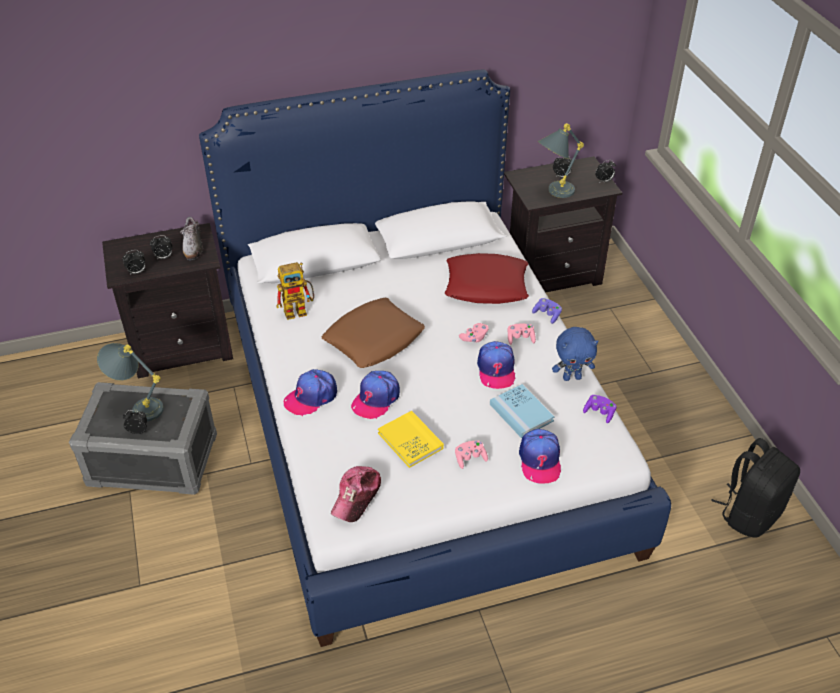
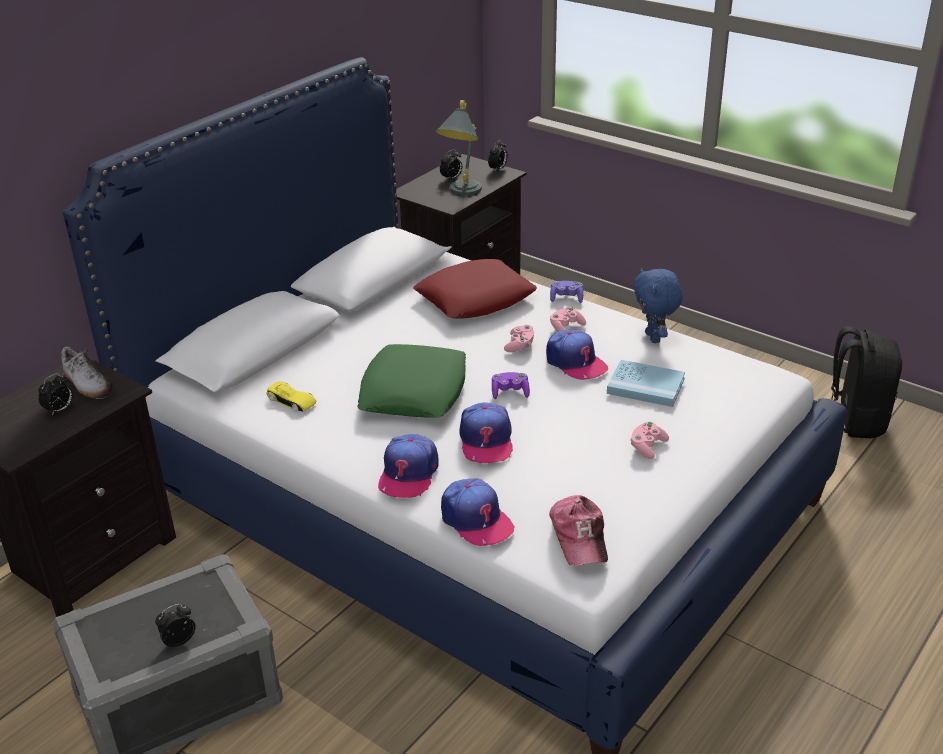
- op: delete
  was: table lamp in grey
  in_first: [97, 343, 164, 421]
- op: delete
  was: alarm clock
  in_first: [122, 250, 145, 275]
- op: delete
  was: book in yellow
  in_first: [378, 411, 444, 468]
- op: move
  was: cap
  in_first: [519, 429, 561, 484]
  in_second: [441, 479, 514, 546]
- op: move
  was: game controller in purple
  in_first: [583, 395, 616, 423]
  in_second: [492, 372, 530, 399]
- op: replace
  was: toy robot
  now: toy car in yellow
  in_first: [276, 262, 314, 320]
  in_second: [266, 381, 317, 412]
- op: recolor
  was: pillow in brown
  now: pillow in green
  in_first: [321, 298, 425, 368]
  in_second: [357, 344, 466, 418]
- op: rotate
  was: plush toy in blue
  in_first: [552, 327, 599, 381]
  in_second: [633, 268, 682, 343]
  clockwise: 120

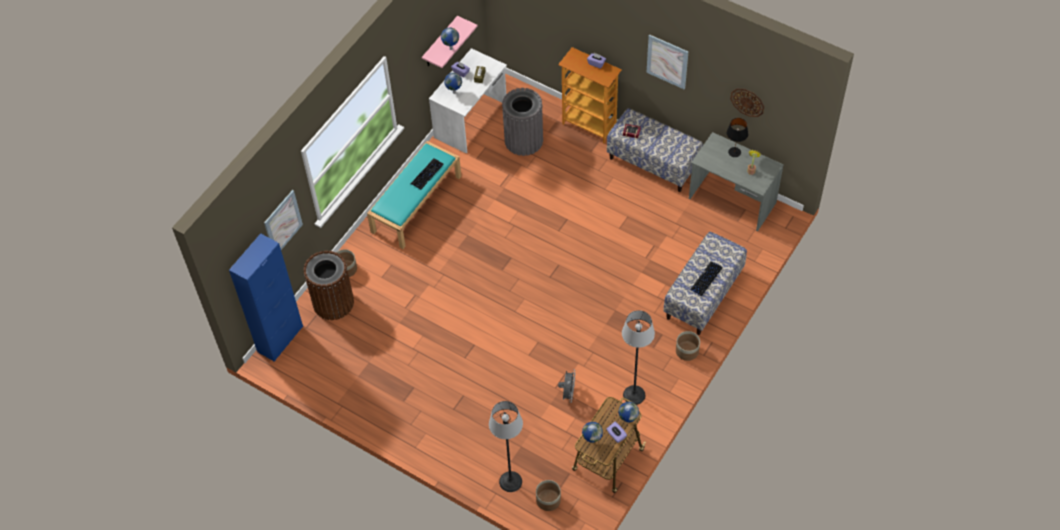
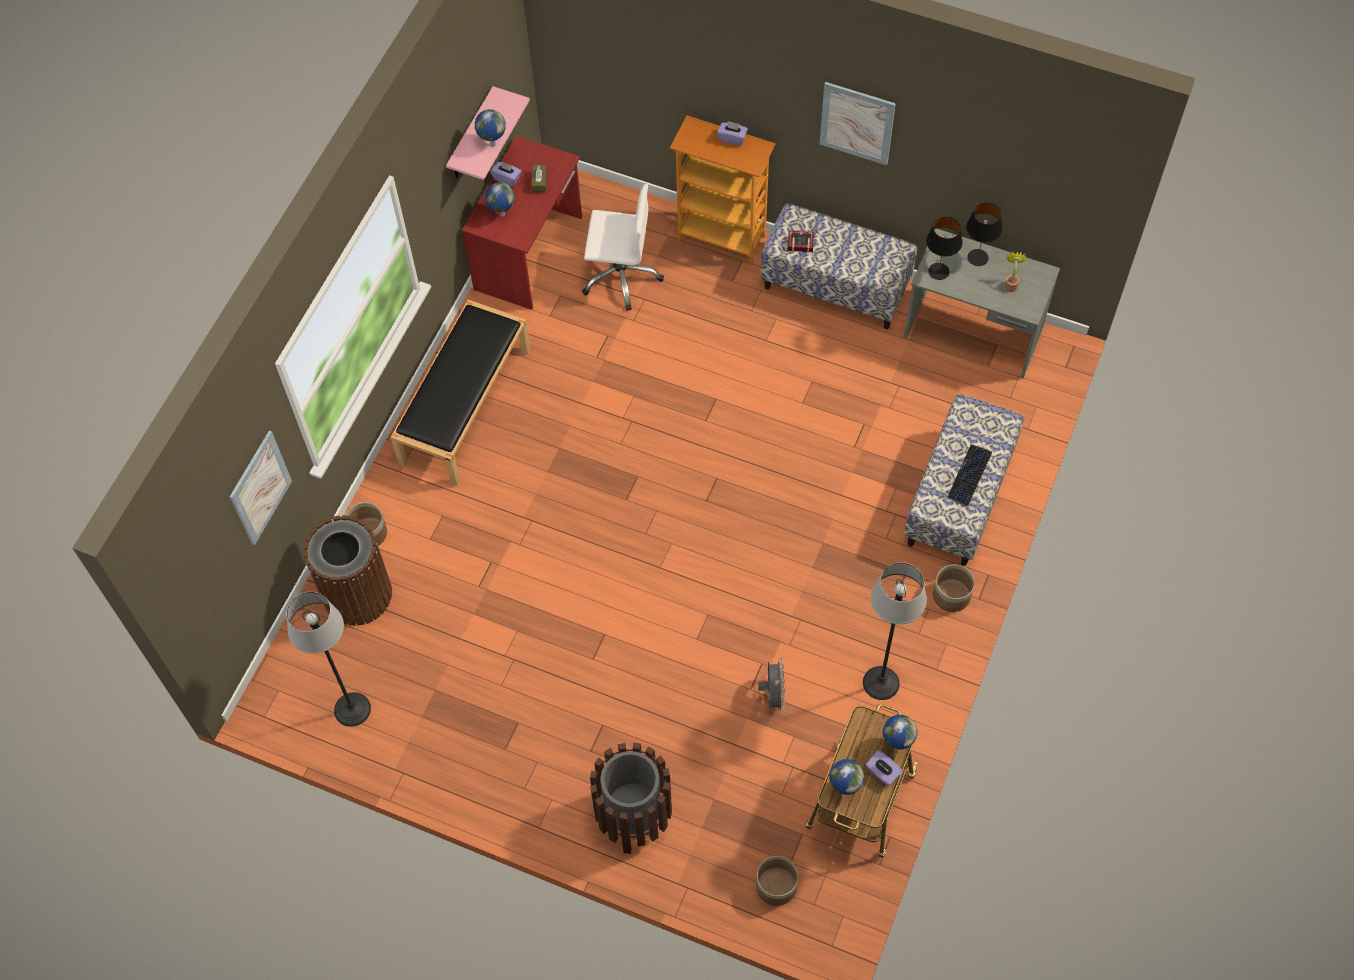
- op: delete
  was: cabinet in blue
  in_first: [229, 233, 303, 362]
- op: delete
  was: keyboard
  in_first: [410, 158, 444, 190]
- op: delete
  was: wall clock
  in_first: [730, 89, 764, 117]
- op: insert
  now: trash can in brown
  in_second: [590, 742, 672, 854]
- op: insert
  now: table lamp in black
  in_second: [926, 216, 963, 280]
- op: move
  was: floor lamp
  in_first: [489, 401, 523, 492]
  in_second: [286, 592, 371, 727]
- op: replace
  was: trash can in grey
  now: office chair in white
  in_first: [502, 88, 543, 156]
  in_second: [582, 184, 664, 311]
- op: recolor
  was: bench in turquoise
  now: bench in black
  in_first: [367, 141, 461, 249]
  in_second: [390, 300, 531, 486]
- op: recolor
  was: desk in white
  now: desk in red
  in_first: [429, 48, 507, 154]
  in_second: [462, 136, 582, 310]

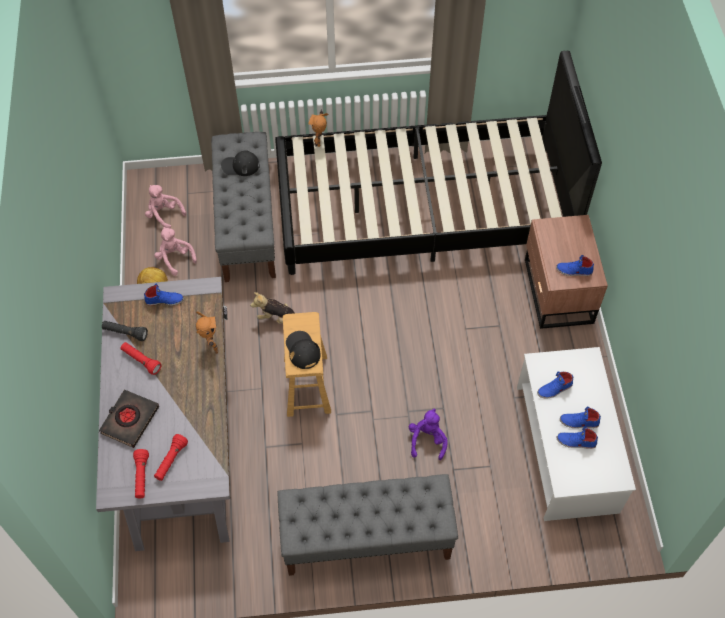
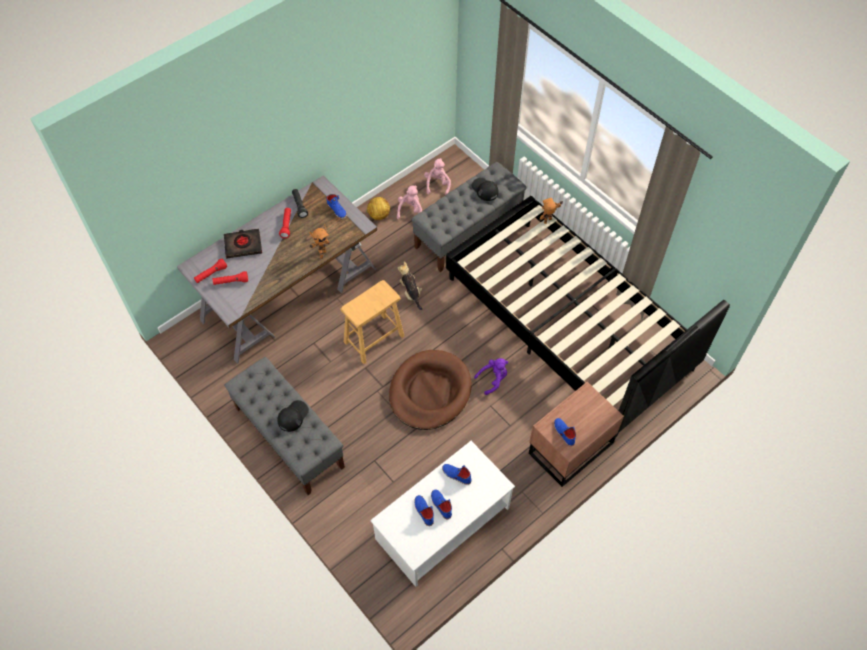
- op: insert
  now: dog bed in brown
  in_second: [389, 350, 471, 430]
- op: move
  was: cap in black
  in_first: [286, 331, 321, 369]
  in_second: [277, 400, 309, 432]
- op: move
  was: plush toy in purple
  in_first: [409, 408, 448, 460]
  in_second: [474, 358, 508, 395]

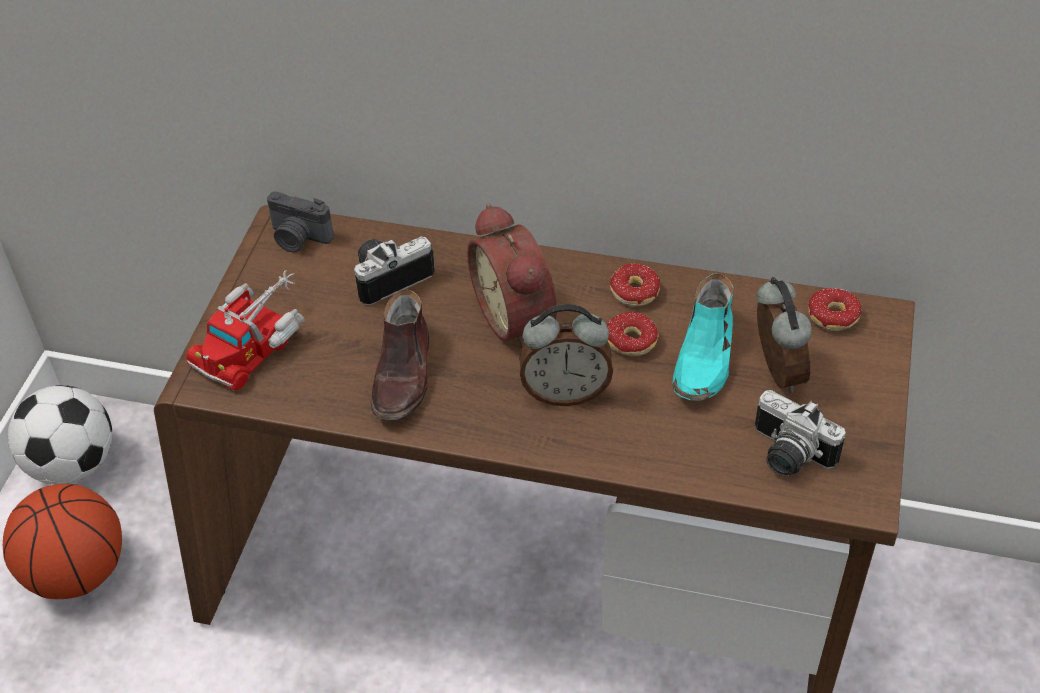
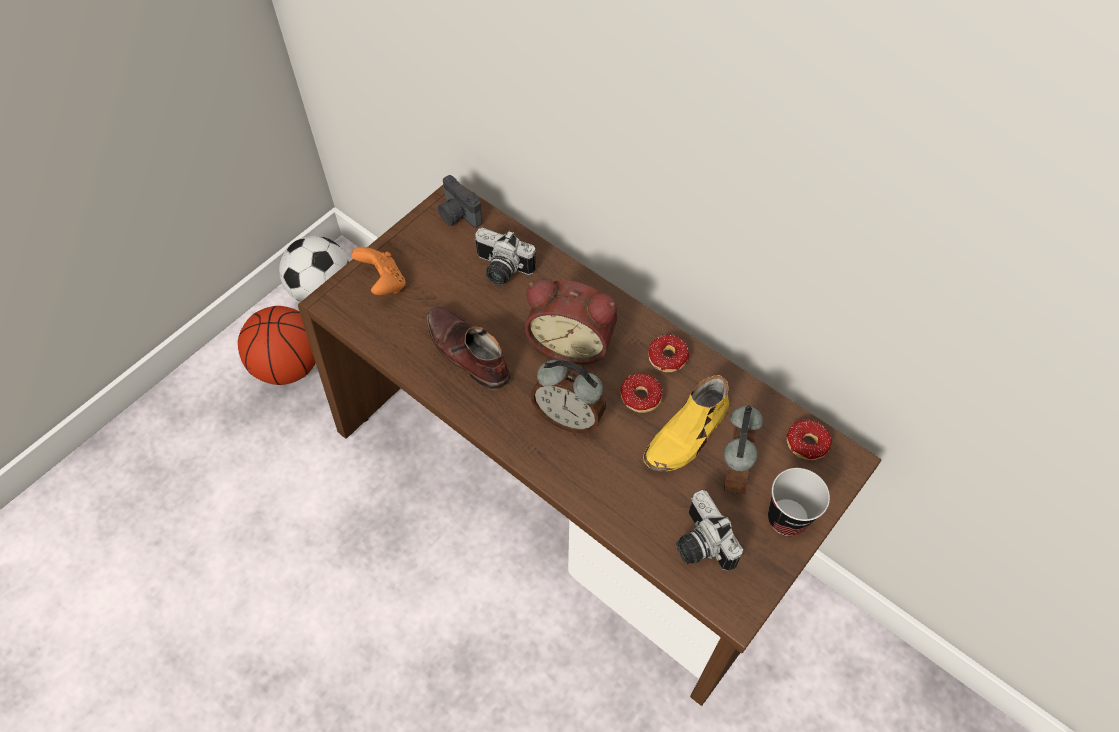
- op: insert
  now: cup
  in_second: [768, 468, 830, 536]
- op: replace
  was: toy truck
  now: game controller in orange
  in_first: [186, 270, 305, 390]
  in_second: [351, 247, 406, 295]
- op: recolor
  was: shoe in turquoise
  now: shoe in yellow
  in_first: [673, 273, 734, 401]
  in_second: [643, 375, 729, 472]
- op: rotate
  was: photo camera
  in_first: [354, 237, 435, 305]
  in_second: [475, 228, 536, 286]
  clockwise: -150
- op: rotate
  was: shoe in brown
  in_first: [371, 289, 429, 420]
  in_second: [427, 306, 510, 390]
  clockwise: 105
- op: rotate
  was: alarm clock
  in_first: [467, 204, 557, 346]
  in_second: [525, 279, 617, 364]
  clockwise: -75

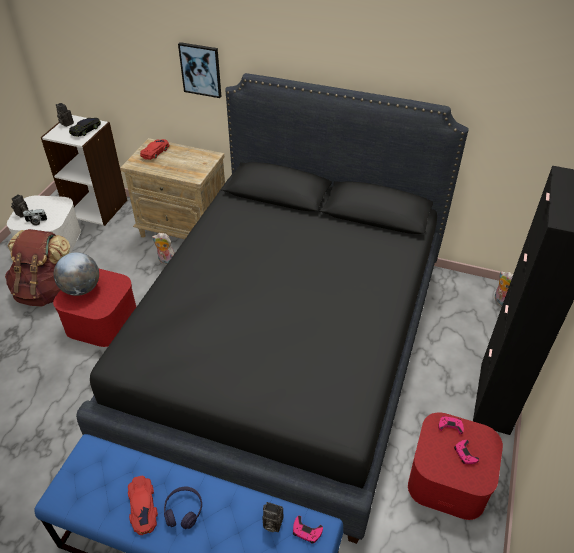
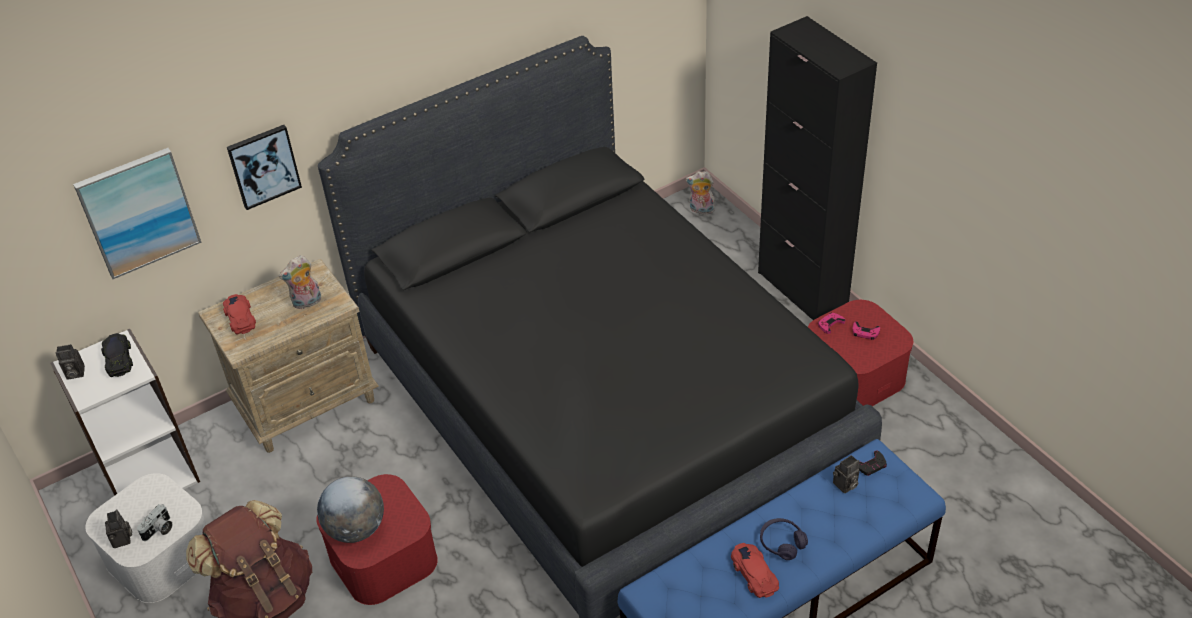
- op: insert
  now: picture
  in_second: [73, 148, 202, 279]
- op: move
  was: plush toy
  in_first: [152, 233, 175, 265]
  in_second: [279, 255, 321, 309]
- op: recolor
  was: game controller in pink
  now: game controller in black
  in_first: [293, 516, 323, 544]
  in_second: [859, 450, 887, 476]
- op: rotate
  was: toy car in red
  in_first: [128, 476, 158, 535]
  in_second: [731, 543, 779, 598]
  clockwise: -135

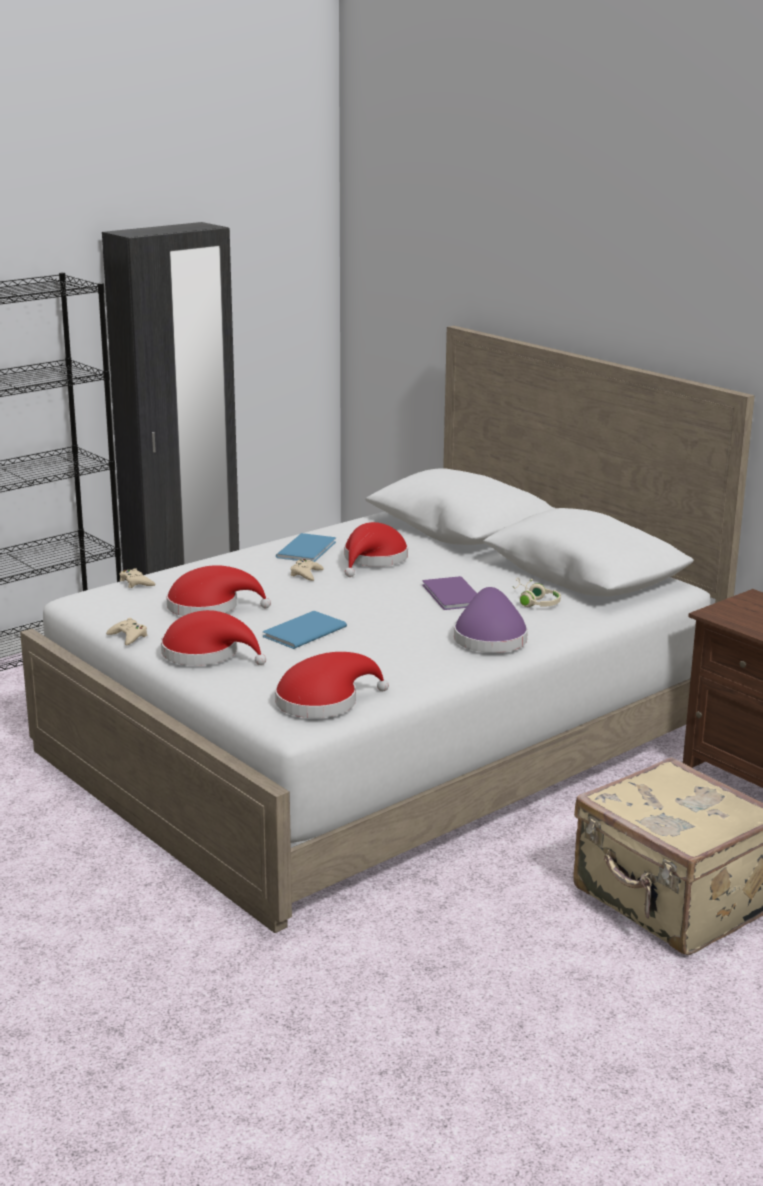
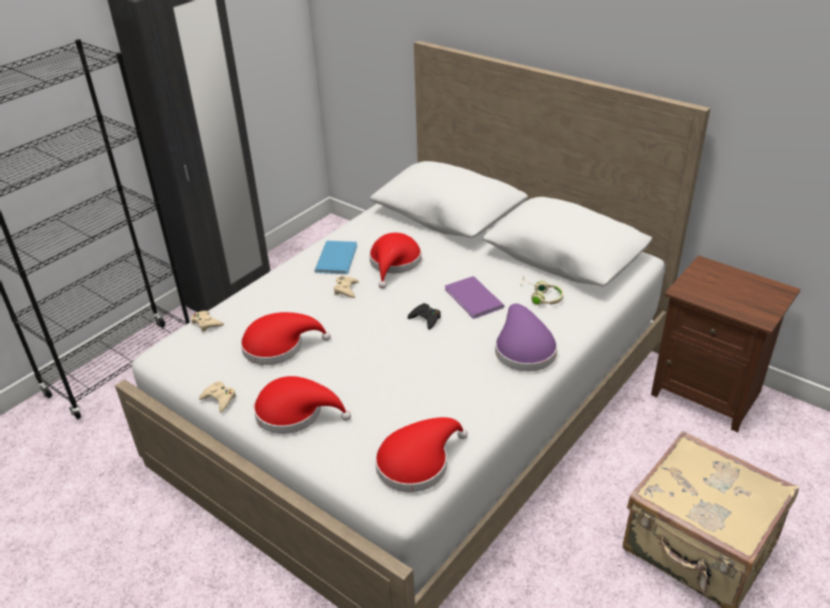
- op: delete
  was: book in blue
  in_first: [263, 611, 347, 649]
- op: insert
  now: game controller in black
  in_second: [408, 303, 441, 330]

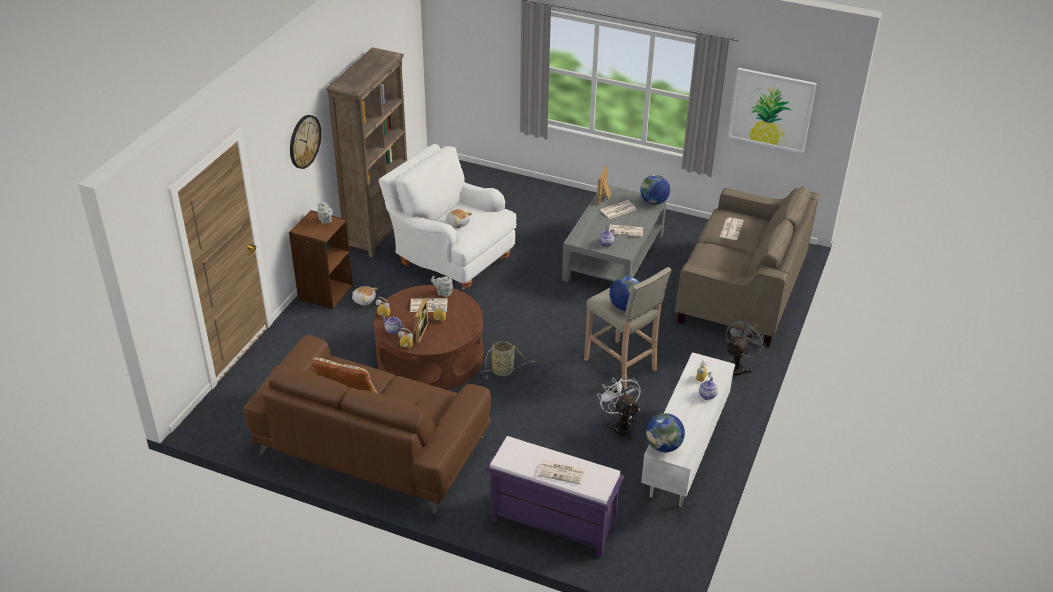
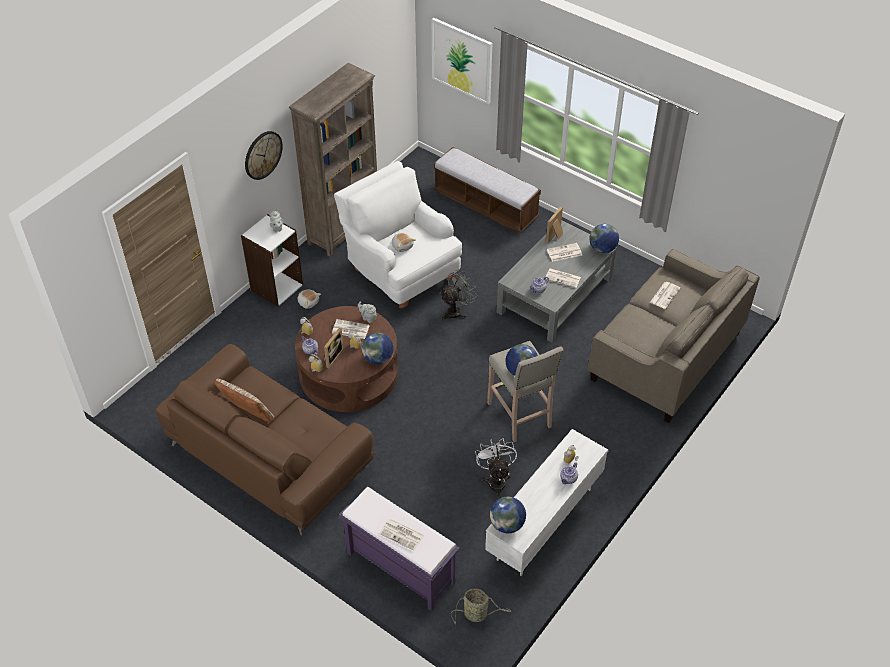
- op: insert
  now: globe
  in_second: [361, 332, 393, 364]
- op: insert
  now: bench
  in_second: [434, 147, 541, 233]
- op: move
  was: basket
  in_first: [481, 341, 534, 379]
  in_second: [451, 588, 511, 625]
- op: move
  was: fan in grey
  in_first: [725, 318, 766, 376]
  in_second: [439, 270, 477, 321]
- op: move
  was: picture
  in_first: [728, 68, 817, 153]
  in_second: [432, 18, 492, 104]
- op: recolor
  was: bookcase in brown
  now: bookcase in white
  in_first: [289, 210, 353, 309]
  in_second: [241, 214, 303, 307]

